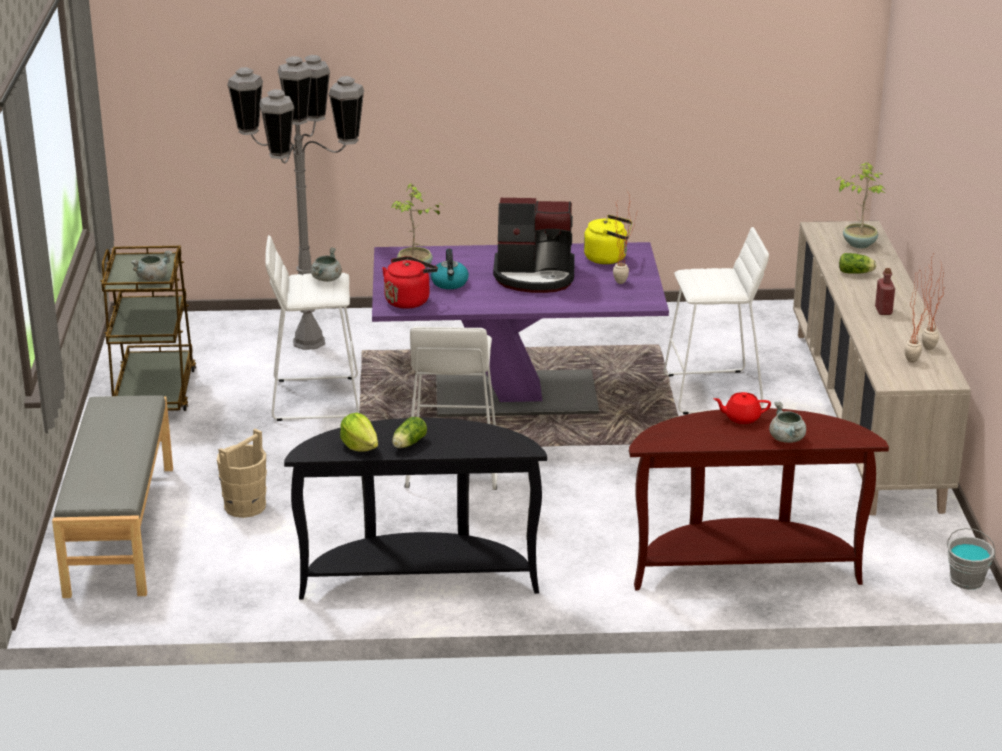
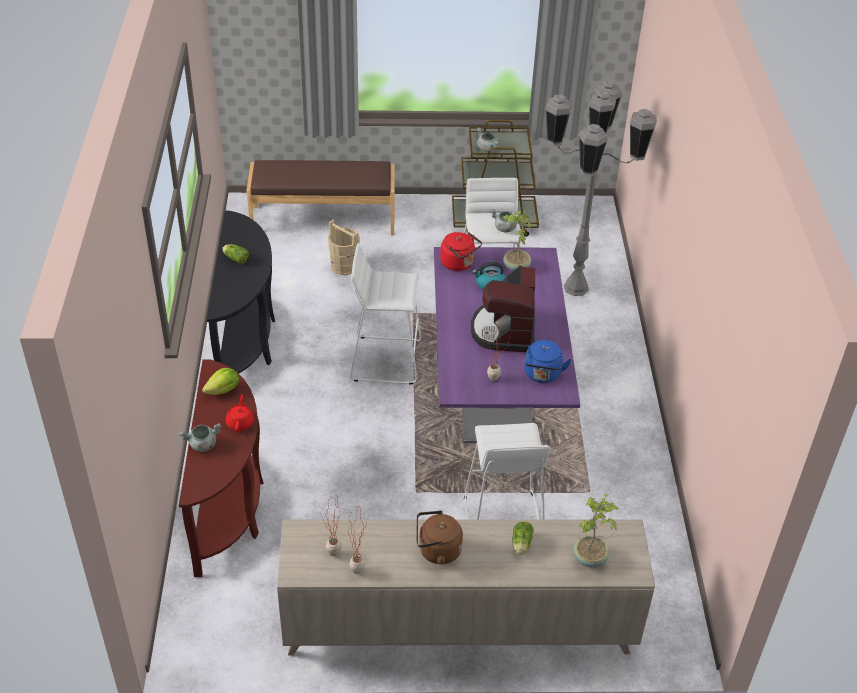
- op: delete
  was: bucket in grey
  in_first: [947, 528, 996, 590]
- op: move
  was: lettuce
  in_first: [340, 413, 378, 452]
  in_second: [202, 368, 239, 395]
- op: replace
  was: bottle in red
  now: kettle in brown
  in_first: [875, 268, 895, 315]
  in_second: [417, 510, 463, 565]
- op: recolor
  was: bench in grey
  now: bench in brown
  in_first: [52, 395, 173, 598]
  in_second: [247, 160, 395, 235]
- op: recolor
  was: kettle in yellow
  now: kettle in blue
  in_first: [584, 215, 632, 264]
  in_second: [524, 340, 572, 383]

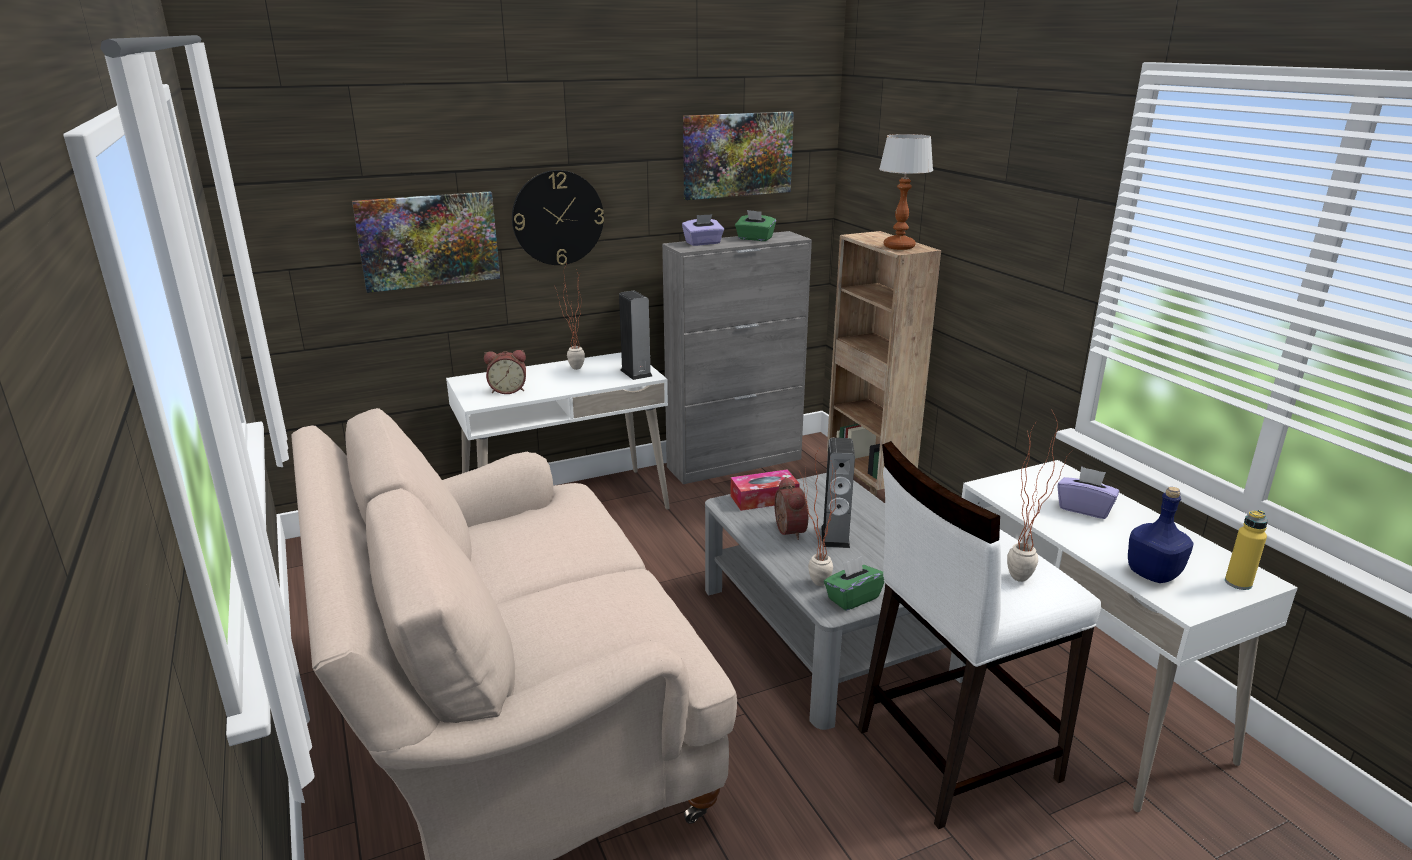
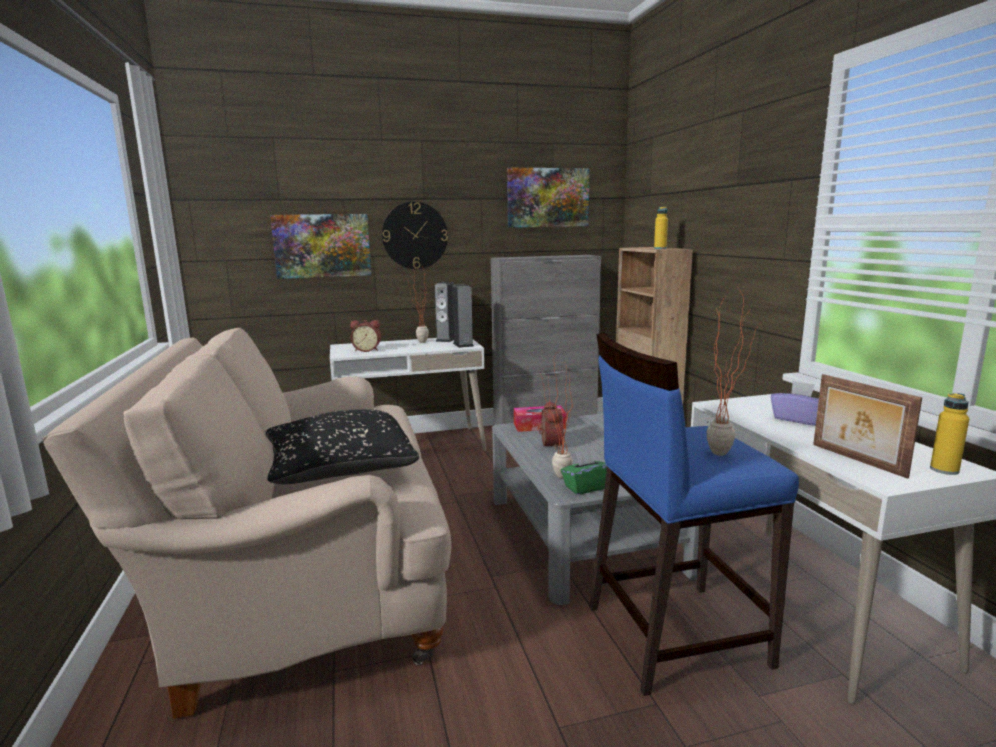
- op: delete
  was: tissue box in purple
  in_first: [682, 214, 724, 246]
- op: delete
  was: tissue box in green
  in_first: [735, 210, 776, 241]
- op: insert
  now: pillow in black
  in_second: [265, 409, 419, 484]
- op: move
  was: speaker
  in_first: [821, 438, 855, 548]
  in_second: [435, 282, 454, 342]
- op: replace
  was: table lamp
  now: bottle in yellow
  in_first: [879, 134, 933, 250]
  in_second: [654, 207, 668, 249]
- op: replace
  was: bottle in blue
  now: picture frame
  in_first: [1128, 487, 1194, 583]
  in_second: [813, 374, 922, 479]
- op: recolor
  was: stool in white
  now: stool in blue
  in_first: [858, 441, 1101, 829]
  in_second: [589, 332, 799, 696]

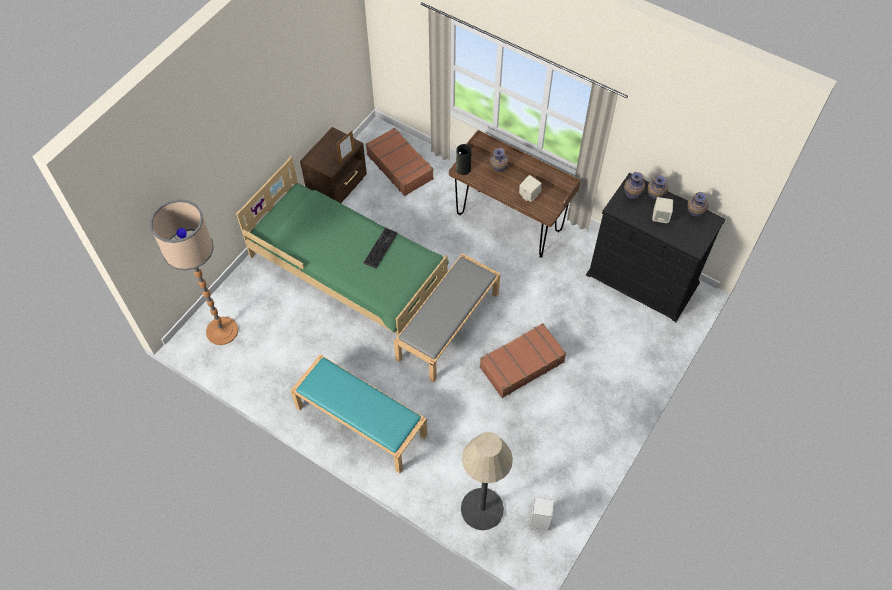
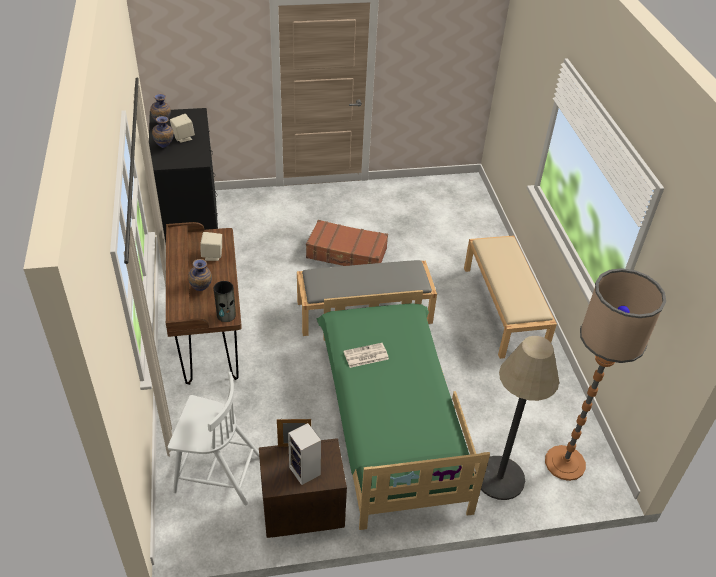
- op: delete
  was: vase
  in_first: [624, 172, 645, 199]
- op: move
  was: floor lamp
  in_first: [461, 432, 513, 530]
  in_second: [475, 336, 559, 500]
- op: move
  was: speaker
  in_first: [529, 497, 554, 531]
  in_second: [288, 423, 321, 485]
- op: replace
  was: keyboard
  now: newspaper
  in_first: [364, 228, 397, 268]
  in_second: [344, 343, 389, 368]
- op: replace
  was: suitcase in brown
  now: chair in white
  in_first: [366, 128, 434, 196]
  in_second: [168, 372, 259, 505]
- op: recolor
  was: bench in turquoise
  now: bench in beige
  in_first: [290, 354, 427, 473]
  in_second: [464, 235, 557, 359]

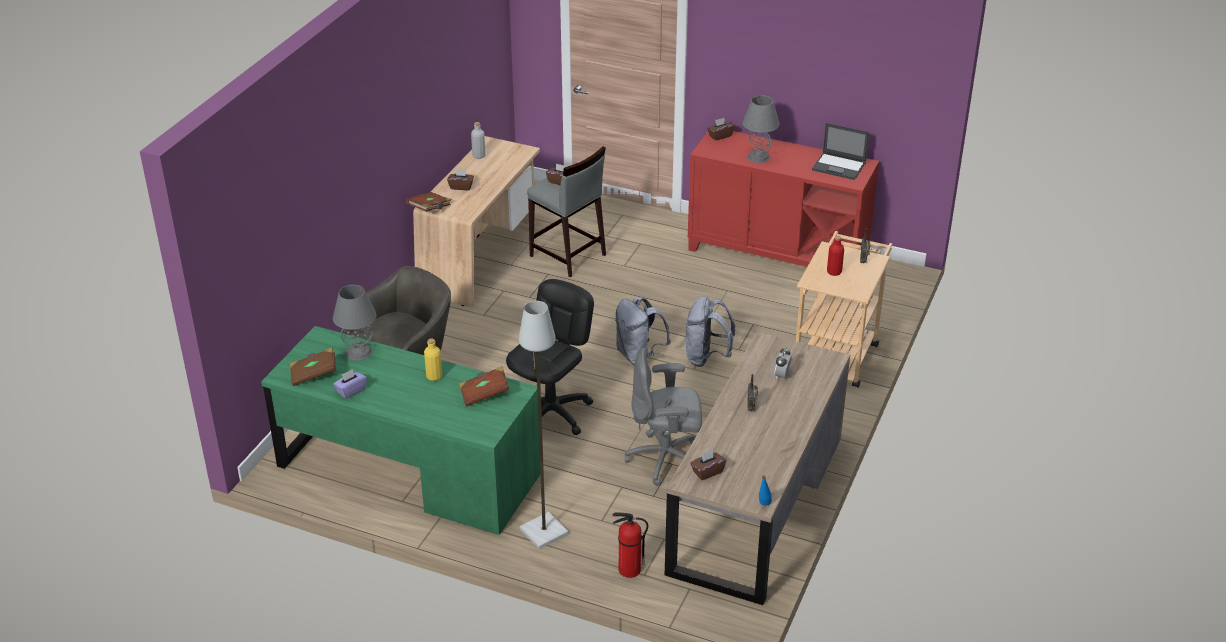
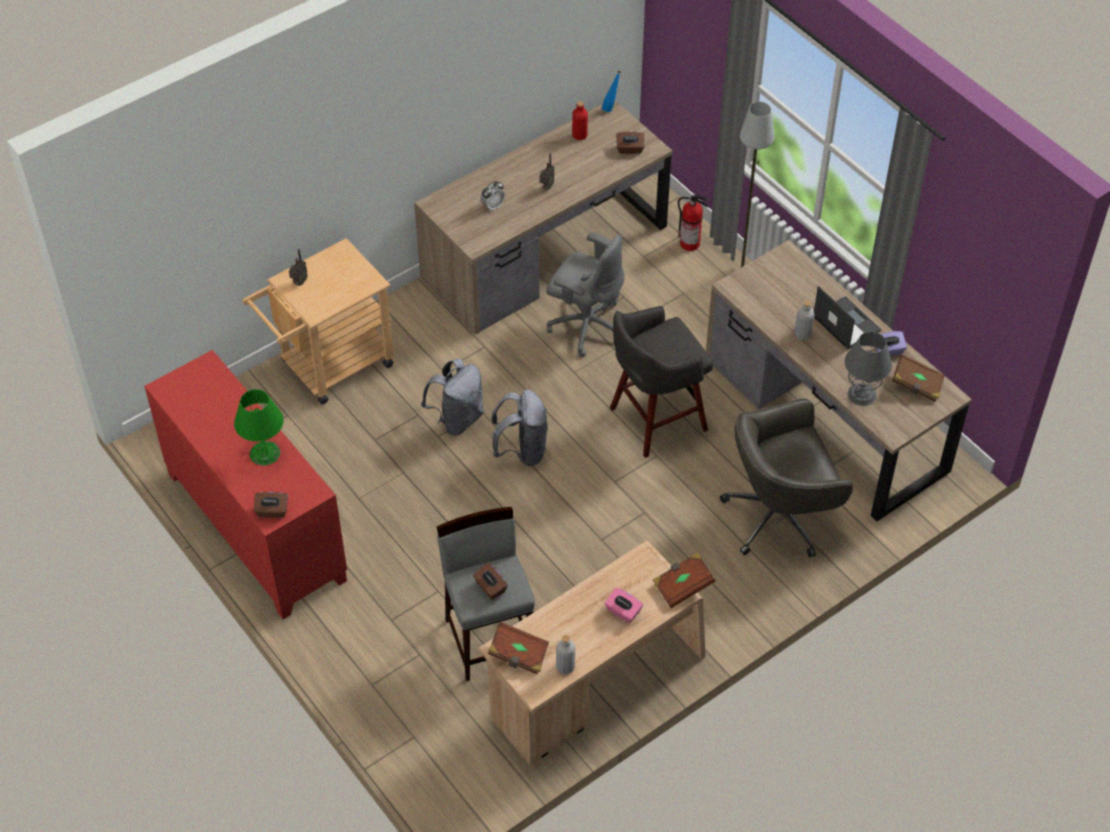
- op: move
  was: book in brown
  in_first: [459, 366, 509, 407]
  in_second: [488, 622, 549, 674]
- op: move
  was: laptop
  in_first: [812, 123, 869, 180]
  in_second: [814, 286, 881, 350]
- op: move
  was: bottle in red
  in_first: [827, 236, 844, 276]
  in_second: [572, 101, 588, 140]
- op: replace
  was: office chair in black
  now: stool in grey
  in_first: [506, 279, 594, 435]
  in_second: [610, 306, 713, 458]
- op: recolor
  was: desk in green
  now: desk in brown
  in_first: [261, 326, 540, 535]
  in_second: [706, 240, 972, 521]
- op: recolor
  was: bottle in yellow
  now: bottle in grey
  in_first: [424, 338, 442, 381]
  in_second: [794, 301, 814, 340]
- op: recolor
  was: tissue box in brown
  now: tissue box in pink
  in_first: [447, 169, 474, 190]
  in_second: [605, 588, 643, 623]
- op: recolor
  was: table lamp in grey
  now: table lamp in green
  in_first: [742, 95, 779, 163]
  in_second: [234, 389, 284, 465]

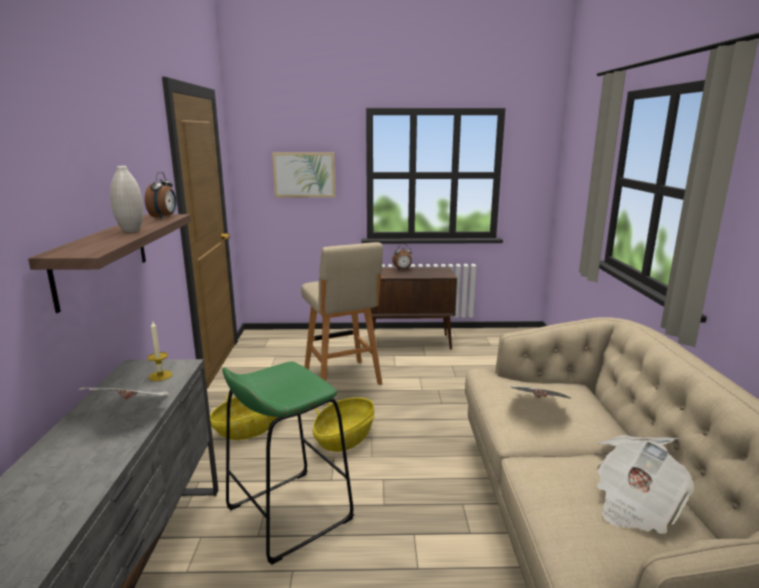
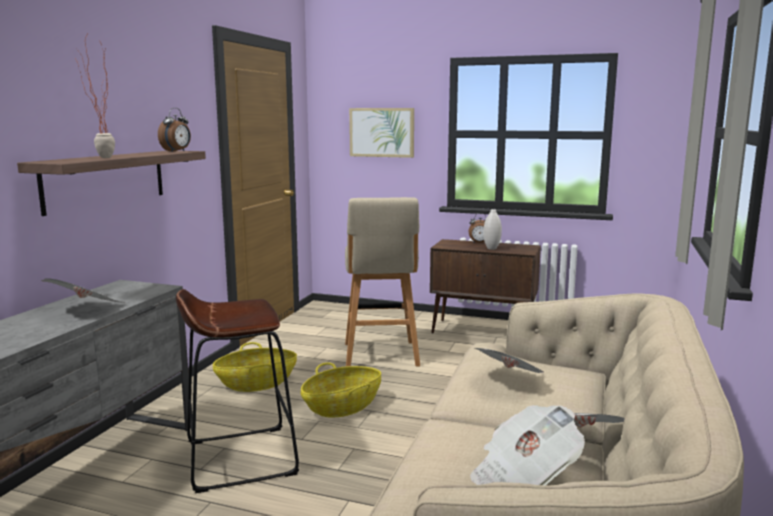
- op: delete
  was: candle
  in_first: [148, 320, 172, 381]
- op: insert
  now: potted plant
  in_second: [75, 32, 115, 158]
- op: move
  was: vase in white
  in_first: [110, 166, 144, 232]
  in_second: [483, 209, 502, 250]
- op: recolor
  was: stool in green
  now: stool in brown
  in_first: [222, 361, 354, 565]
  in_second: [176, 289, 299, 493]

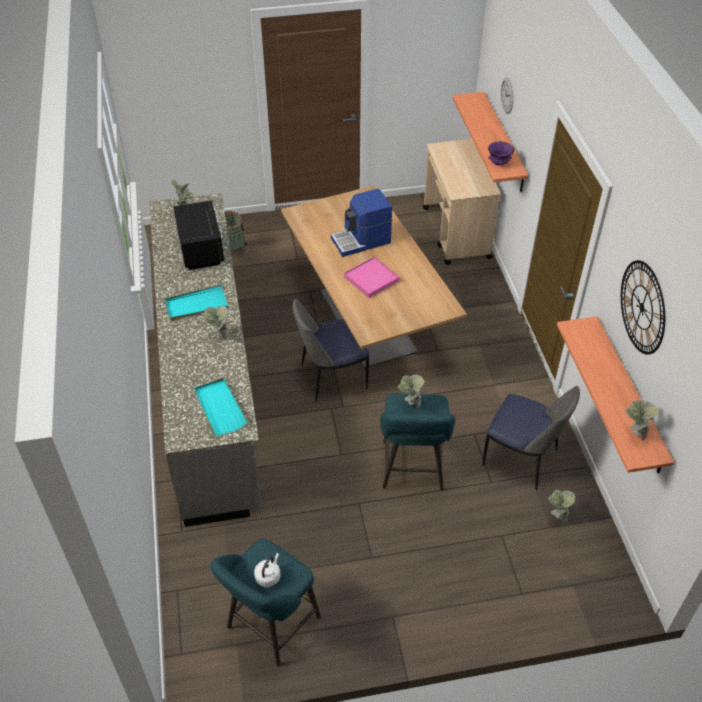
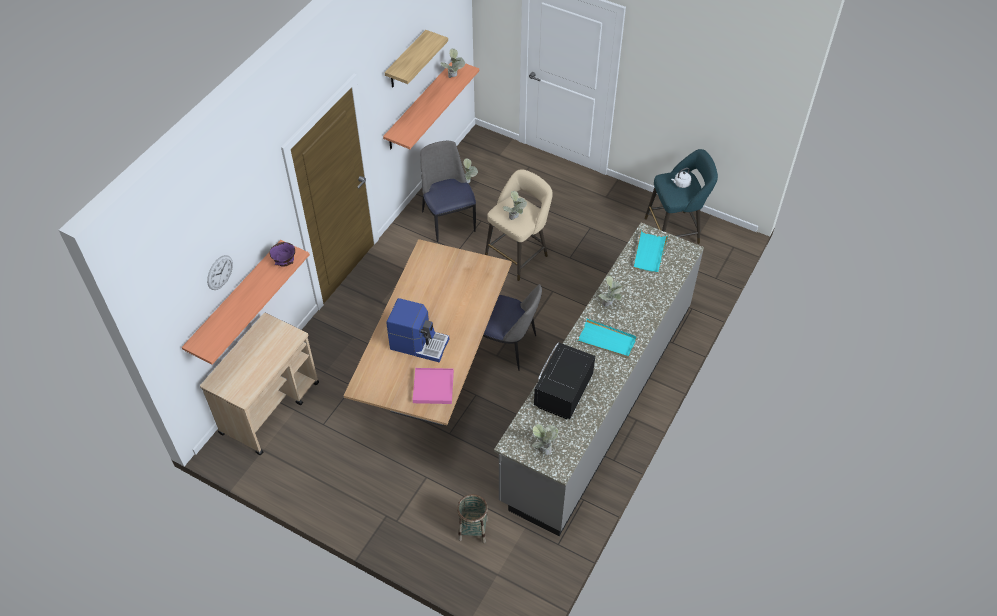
- op: move
  was: tray in pink
  in_first: [344, 257, 399, 298]
  in_second: [413, 368, 454, 404]
- op: replace
  was: wall clock
  now: shelf
  in_first: [621, 260, 665, 355]
  in_second: [385, 30, 448, 88]
- op: recolor
  was: stool in turquoise
  now: stool in beige
  in_first: [380, 394, 455, 491]
  in_second: [485, 169, 553, 281]

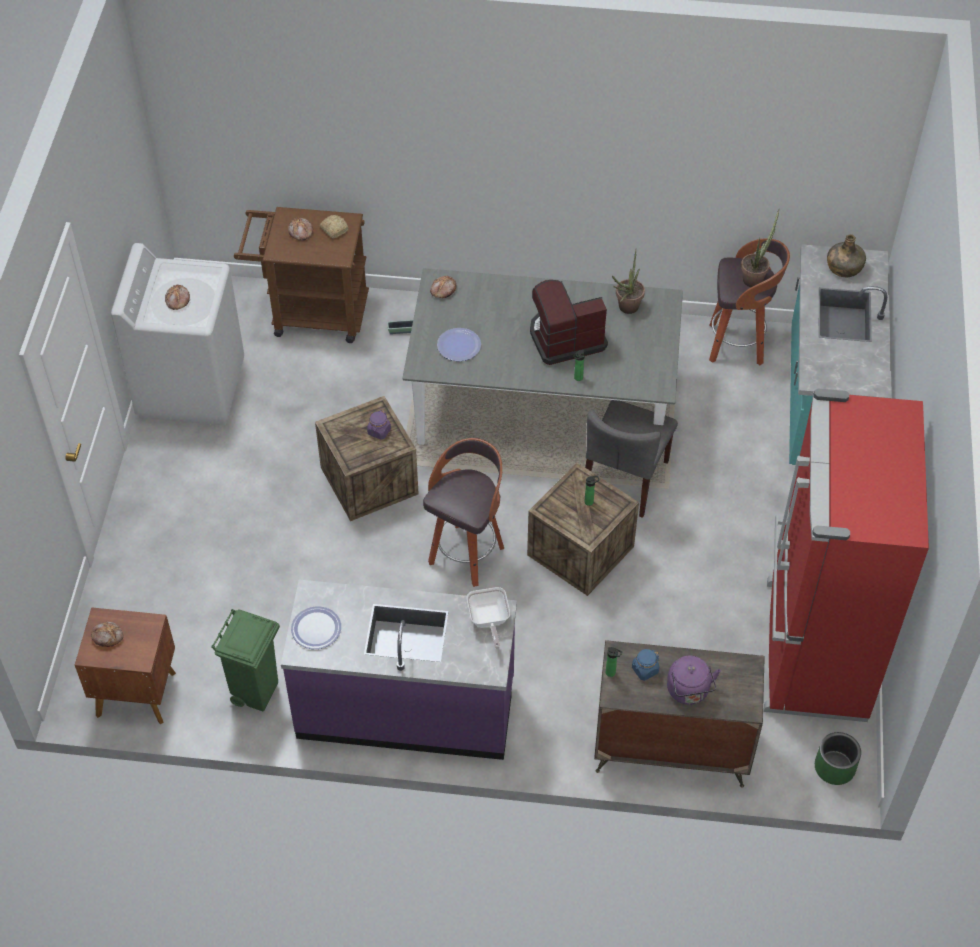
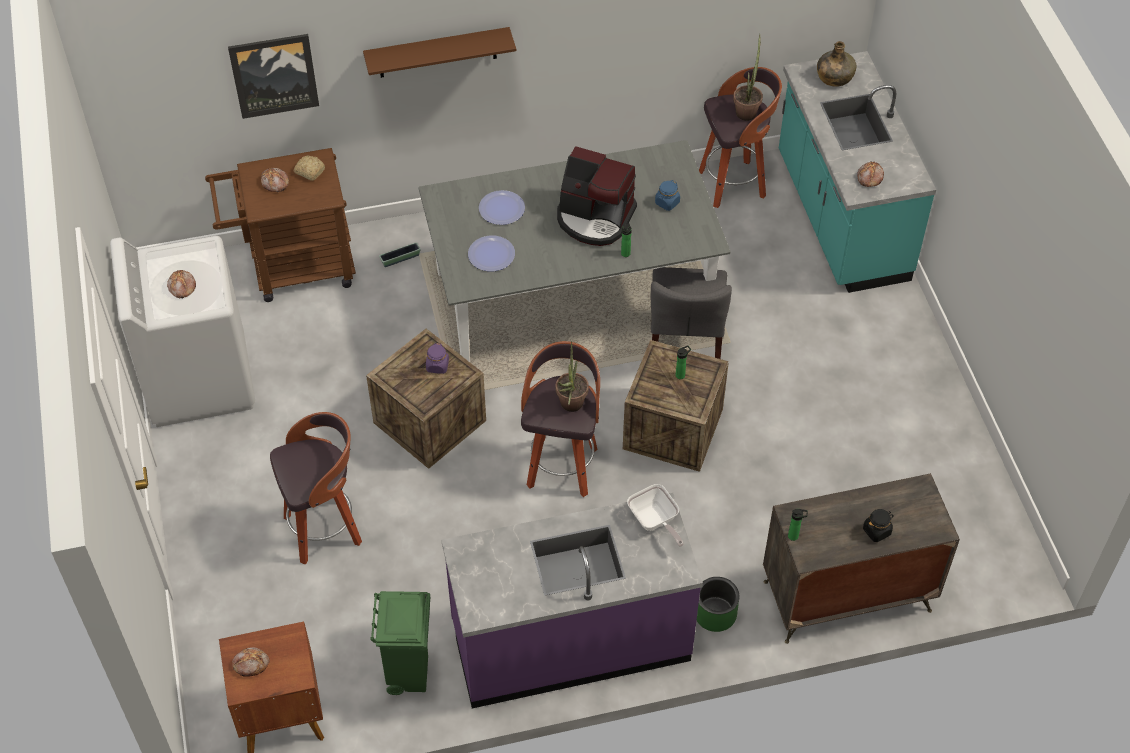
- op: delete
  was: fridge in red
  in_first: [764, 388, 929, 722]
- op: insert
  now: picture
  in_second: [228, 34, 319, 119]
- op: insert
  now: stool
  in_second: [270, 412, 362, 565]
- op: insert
  now: shelf in brown
  in_second: [363, 27, 516, 78]
- op: move
  was: plate
  in_first: [291, 606, 341, 649]
  in_second: [479, 190, 525, 225]
- op: move
  was: bread
  in_first: [430, 276, 457, 298]
  in_second: [857, 162, 884, 187]
- op: move
  was: potted plant
  in_first: [612, 251, 645, 314]
  in_second: [556, 342, 589, 412]
- op: move
  was: jar in blue
  in_first: [632, 649, 659, 681]
  in_second: [655, 180, 680, 211]
- op: move
  was: planter in green
  in_first: [815, 732, 861, 785]
  in_second: [696, 577, 739, 632]
- op: replace
  was: kettle in purple
  now: jar in black
  in_first: [667, 656, 721, 705]
  in_second: [863, 509, 894, 542]
- op: rotate
  was: coffee machine
  in_first: [530, 280, 608, 365]
  in_second: [557, 146, 637, 246]
  clockwise: -120

